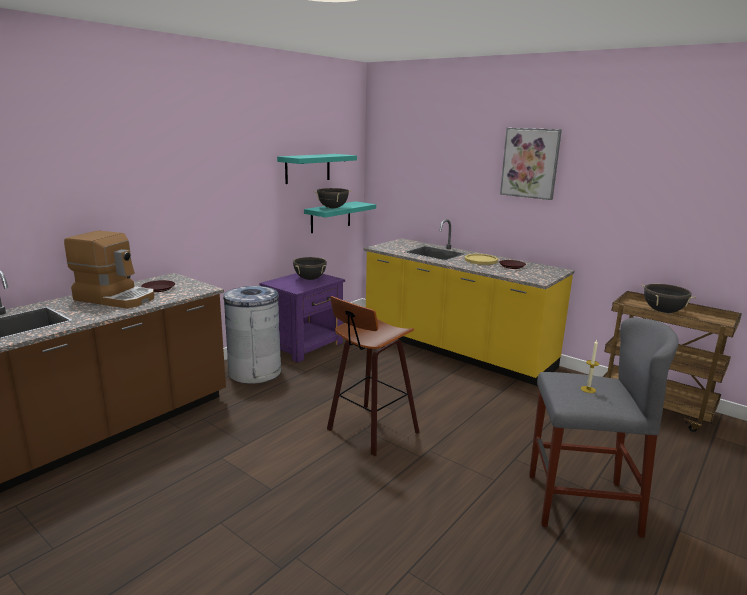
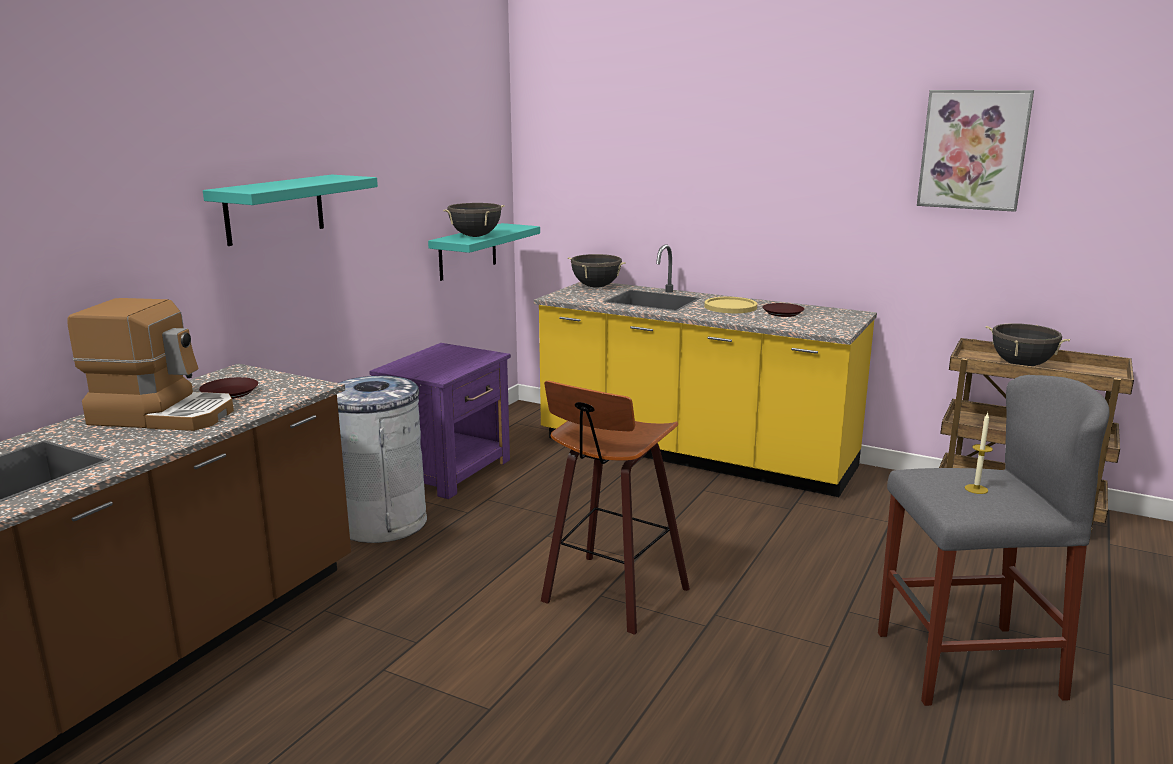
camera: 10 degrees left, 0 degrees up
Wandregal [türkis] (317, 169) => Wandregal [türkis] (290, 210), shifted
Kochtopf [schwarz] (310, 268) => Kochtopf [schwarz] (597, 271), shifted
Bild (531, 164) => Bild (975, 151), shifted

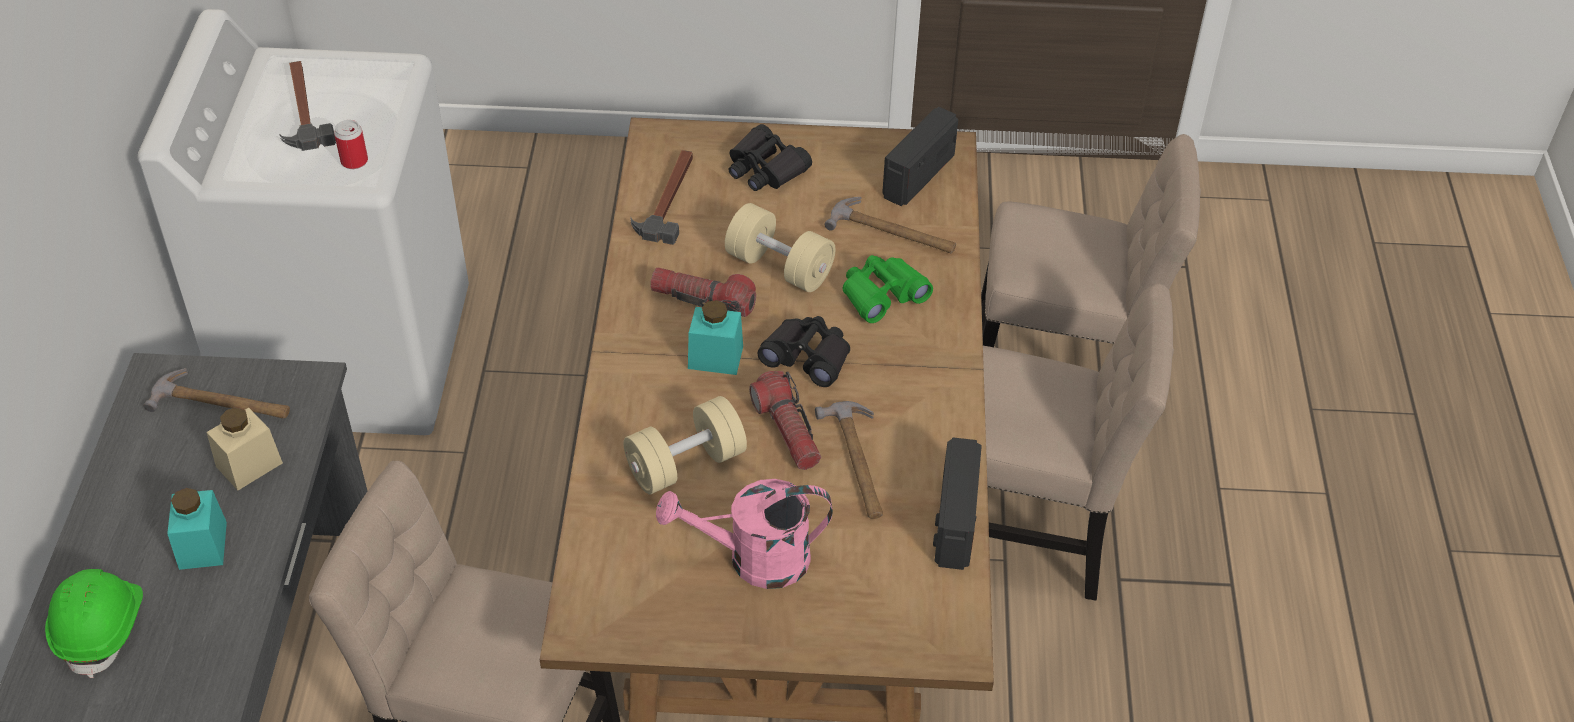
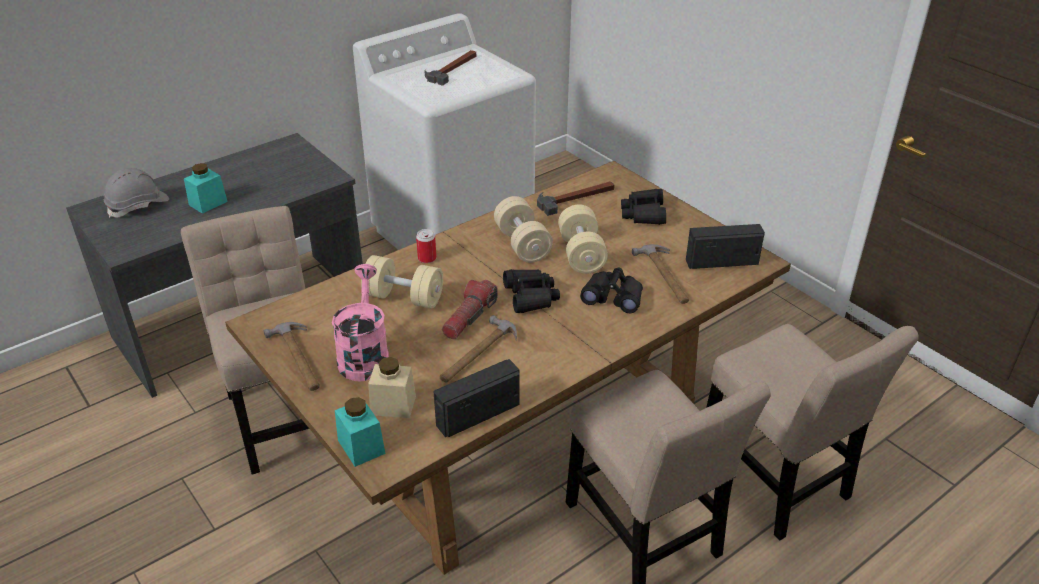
camera: 50 degrees right, 10 degrees down
Hammer (217, 393) => Hammer (292, 356), shifted
Vorratsglas [beige] (245, 448) => Vorratsglas [beige] (392, 387), shifted
Dose (351, 144) => Dose (426, 246), shifted
Vorratsglas [türkis] (715, 337) => Vorratsglas [türkis] (360, 432), shifted
Taschenlampe (703, 292) => Hantel [beige] (523, 229)
Schutzhelm [grün] (94, 623) => Schutzhelm [grau] (136, 193)
Fernglas [grün] (887, 289) => Fernglas [schwarz] (611, 290)
Gießkanne [rosa] (744, 534) => Gießkanne [rosa] (360, 322), 45 degrees clockwise

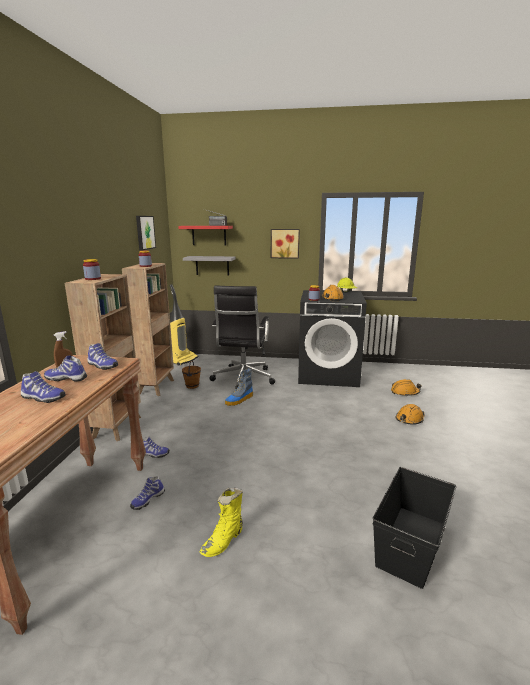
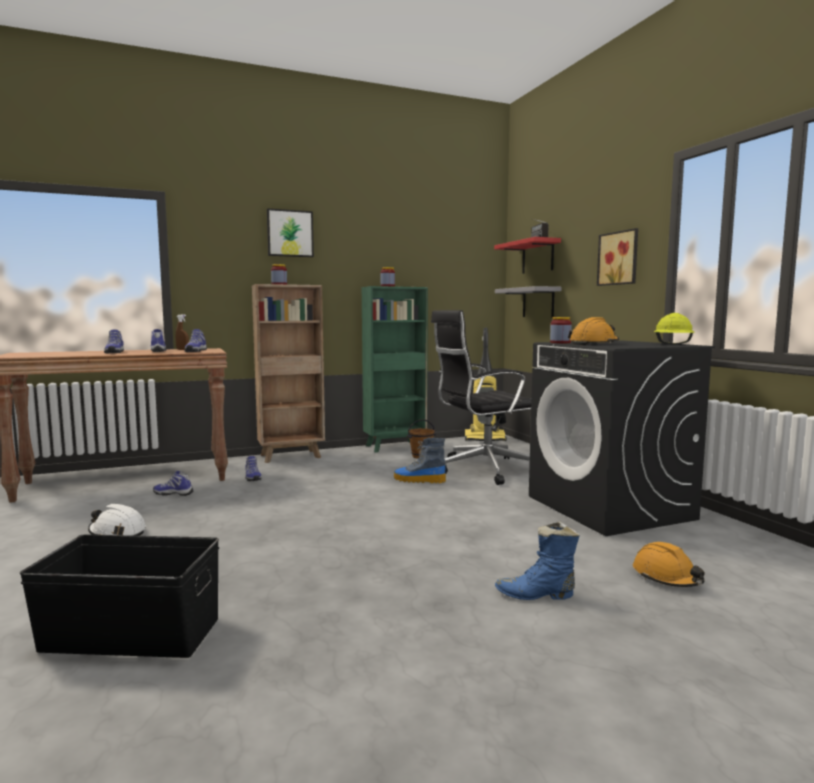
camera: 60 degrees right, 10 degrees down
Bild (146, 233) => Bild (290, 232), shifted
Stiefel [gelb] (221, 522) => Schutzhelm [weiß] (117, 520)
Schutzhelm [orange] (410, 414) => Stiefel [blau] (537, 560)
Bücherregal [braun] (148, 329) => Bücherregal [grün] (395, 369)

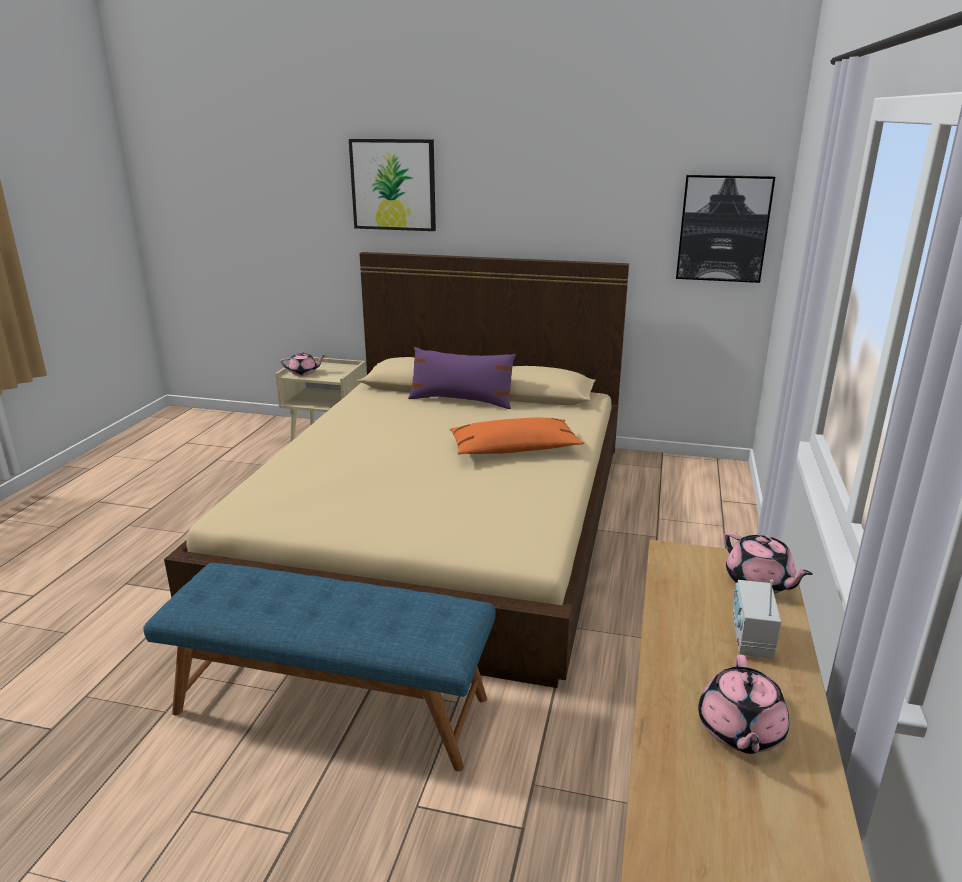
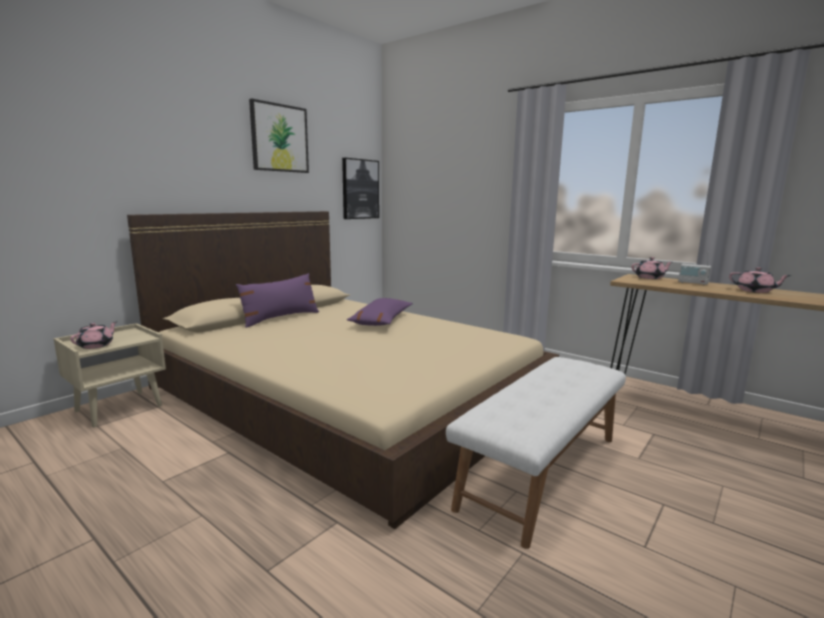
camera: 65 degrees left, 10 degrees down
Bild (392, 185) => Bild (279, 136), shifted
Bank [blau] (319, 667) => Bank [weiß] (536, 453)
Kissen [orange] (517, 436) => Kissen [lila] (380, 312)

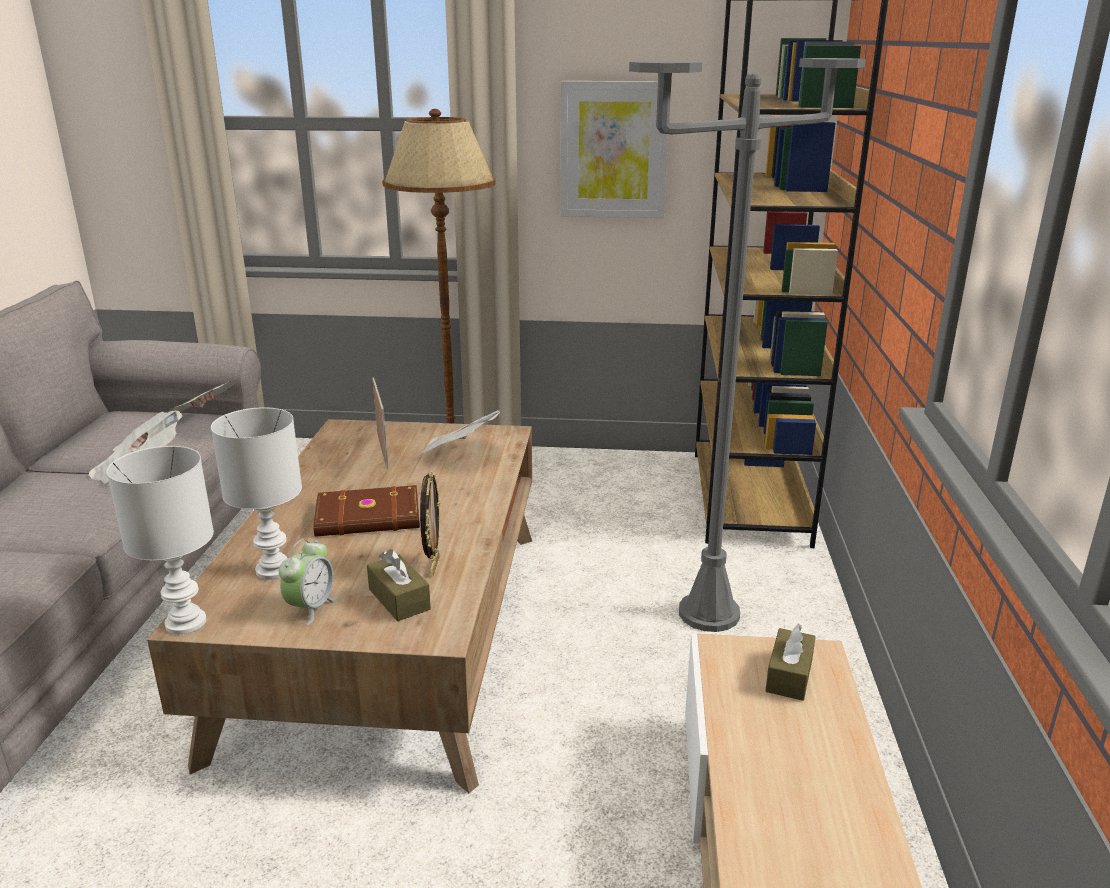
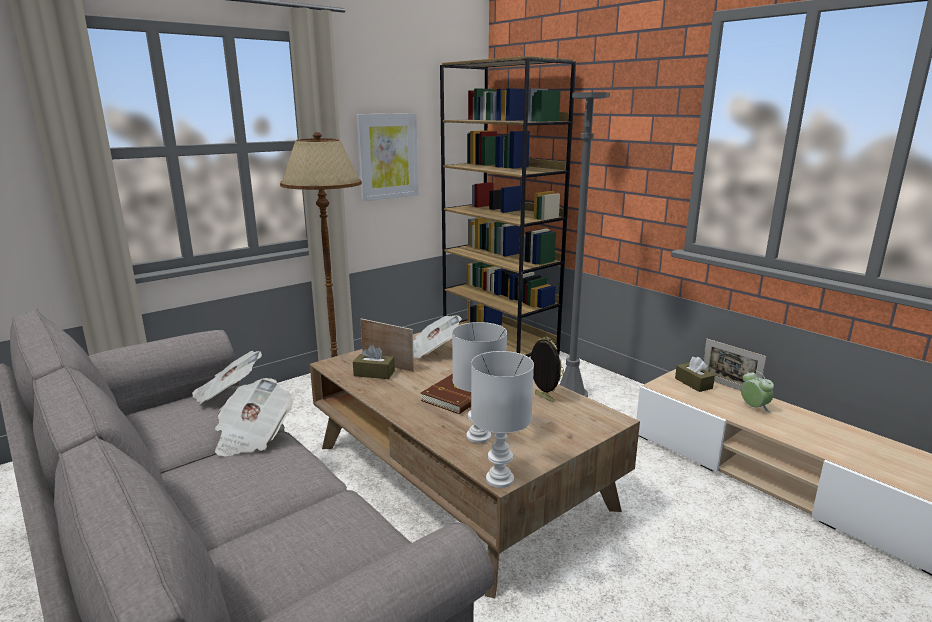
camera: 45 degrees left, 5 degrees down
nothing => Bilderrahmen (734, 365)
Wecker (308, 582) => Wecker (757, 392), shifted
Taschentuchbox [braun] (399, 585) => Taschentuchbox [braun] (374, 362), shifted

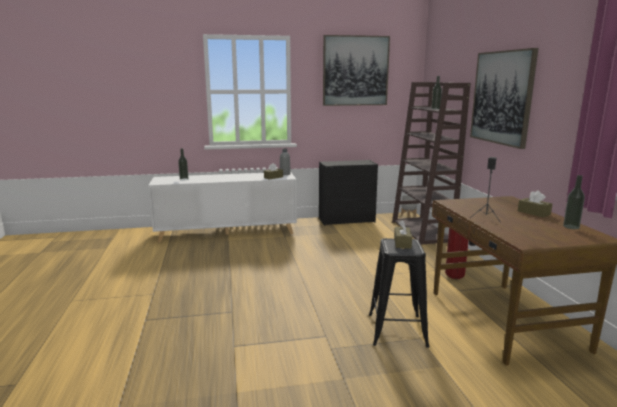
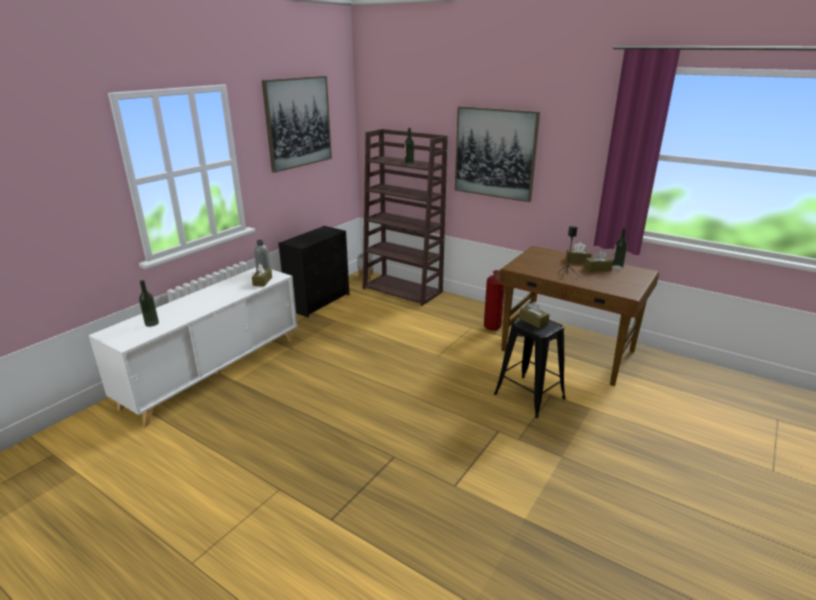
camera: 45 degrees left, 10 degrees up
nothing => Taschentuchbox [braun] (598, 261)

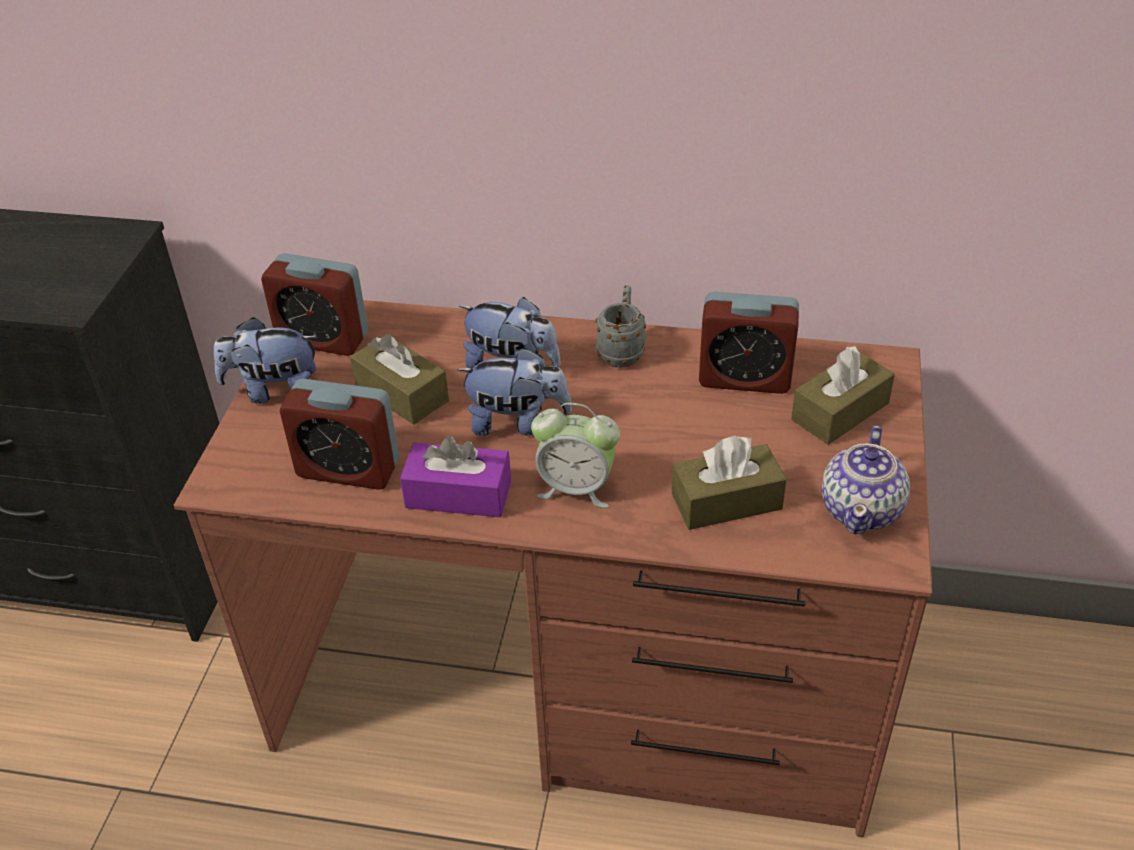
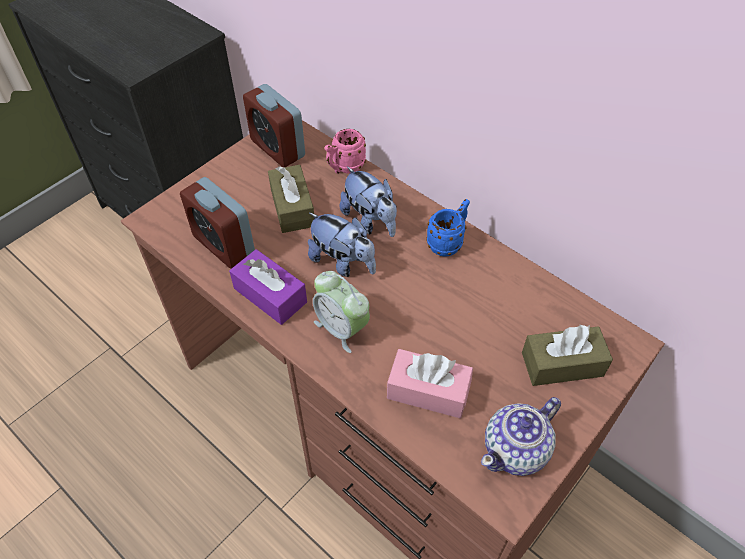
camera: 30 degrees right, 10 degrees up
Plüschtier (265, 360) => nothing
Wecker (749, 343) => nothing
nothing => Henkelbecher [rosa] (345, 151)
Henkelbecher [grau] (620, 326) => Henkelbecher [blau] (448, 227)
Taschentuchbox [braun] (729, 483) => Taschentuchbox [rosa] (430, 383)

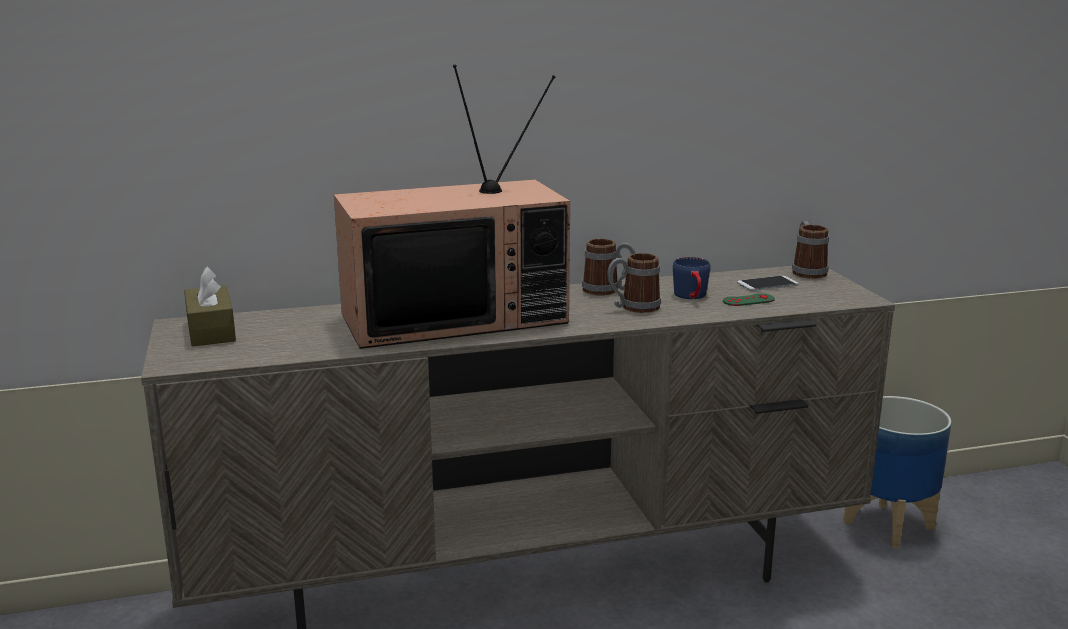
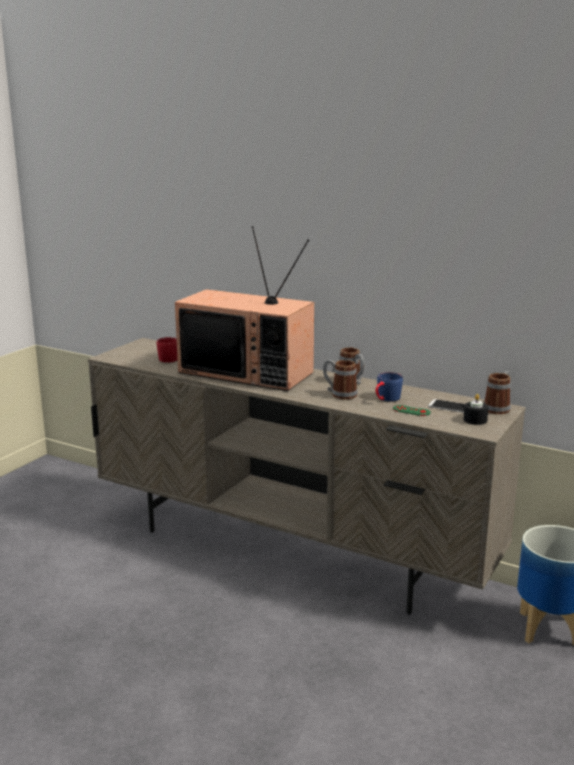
camera: 45 degrees right, 0 degrees up
Taschentuchbox [braun] (210, 306) => nothing
nothing => Henkelbecher [rot] (167, 350)
nothing => Kerze [schwarz] (476, 409)

